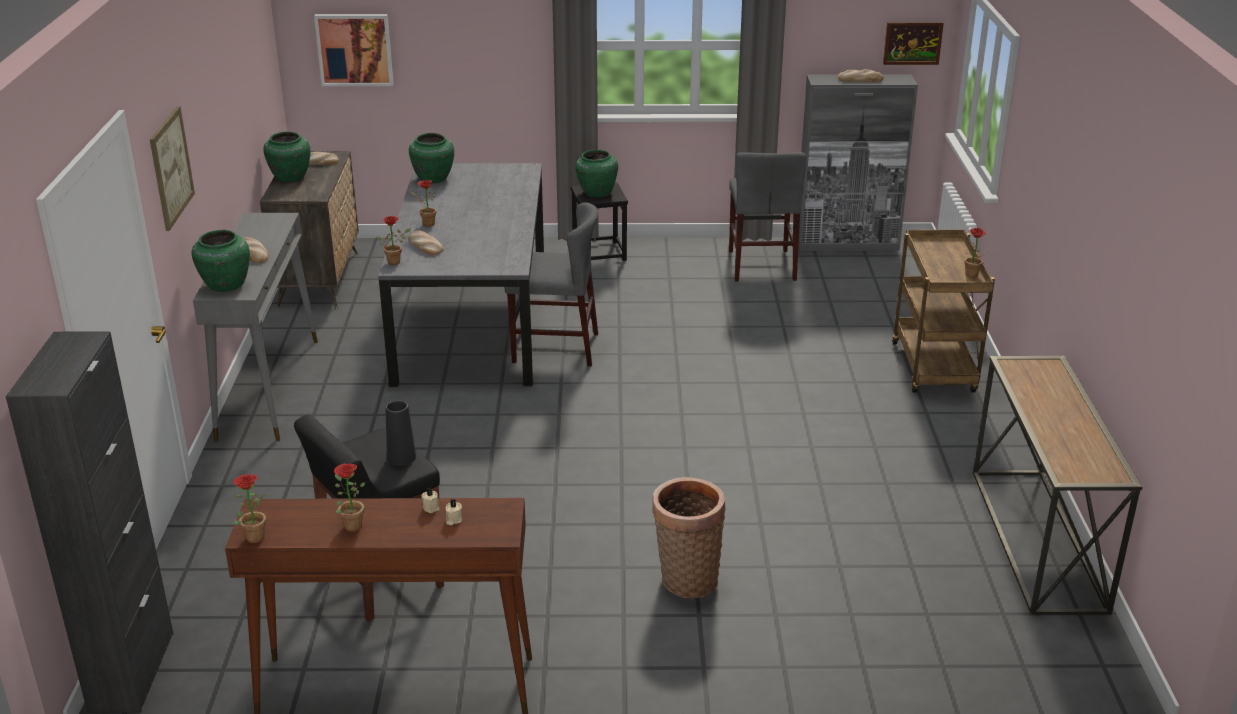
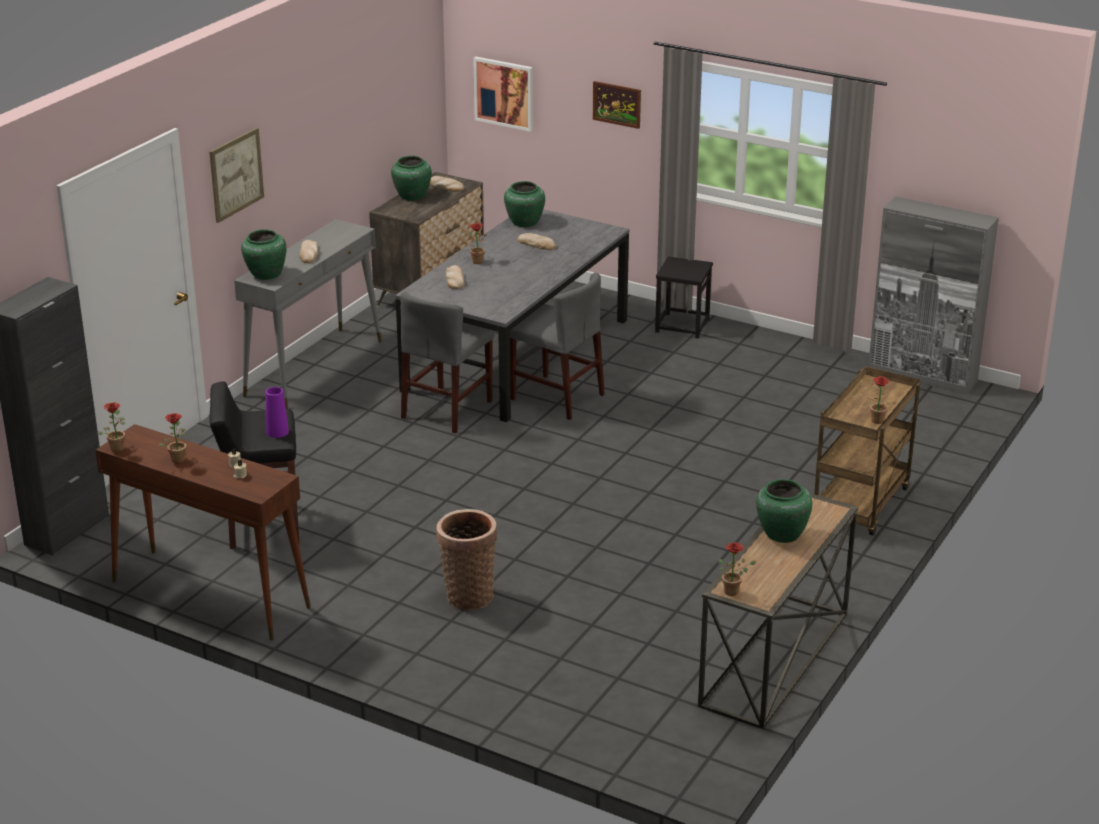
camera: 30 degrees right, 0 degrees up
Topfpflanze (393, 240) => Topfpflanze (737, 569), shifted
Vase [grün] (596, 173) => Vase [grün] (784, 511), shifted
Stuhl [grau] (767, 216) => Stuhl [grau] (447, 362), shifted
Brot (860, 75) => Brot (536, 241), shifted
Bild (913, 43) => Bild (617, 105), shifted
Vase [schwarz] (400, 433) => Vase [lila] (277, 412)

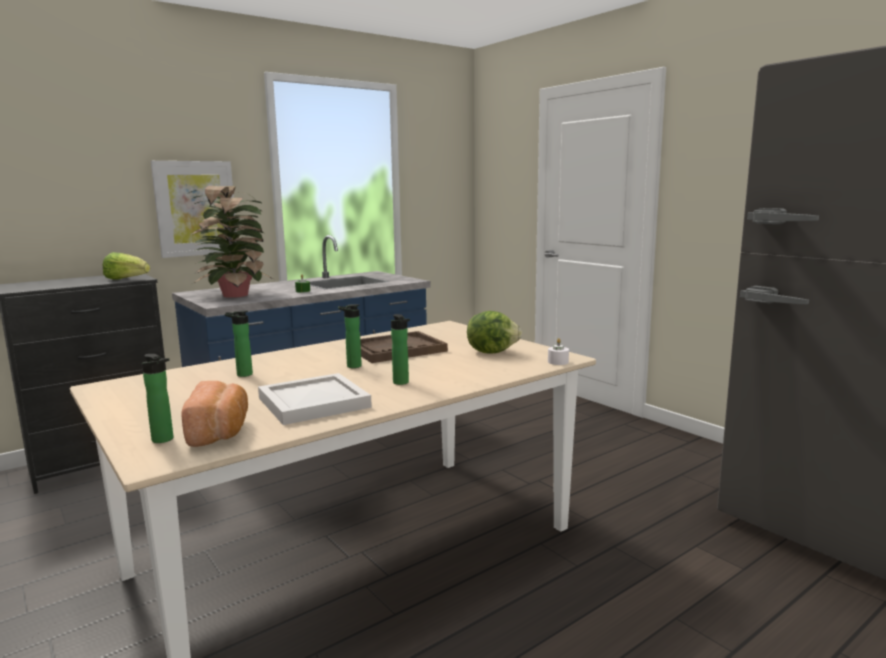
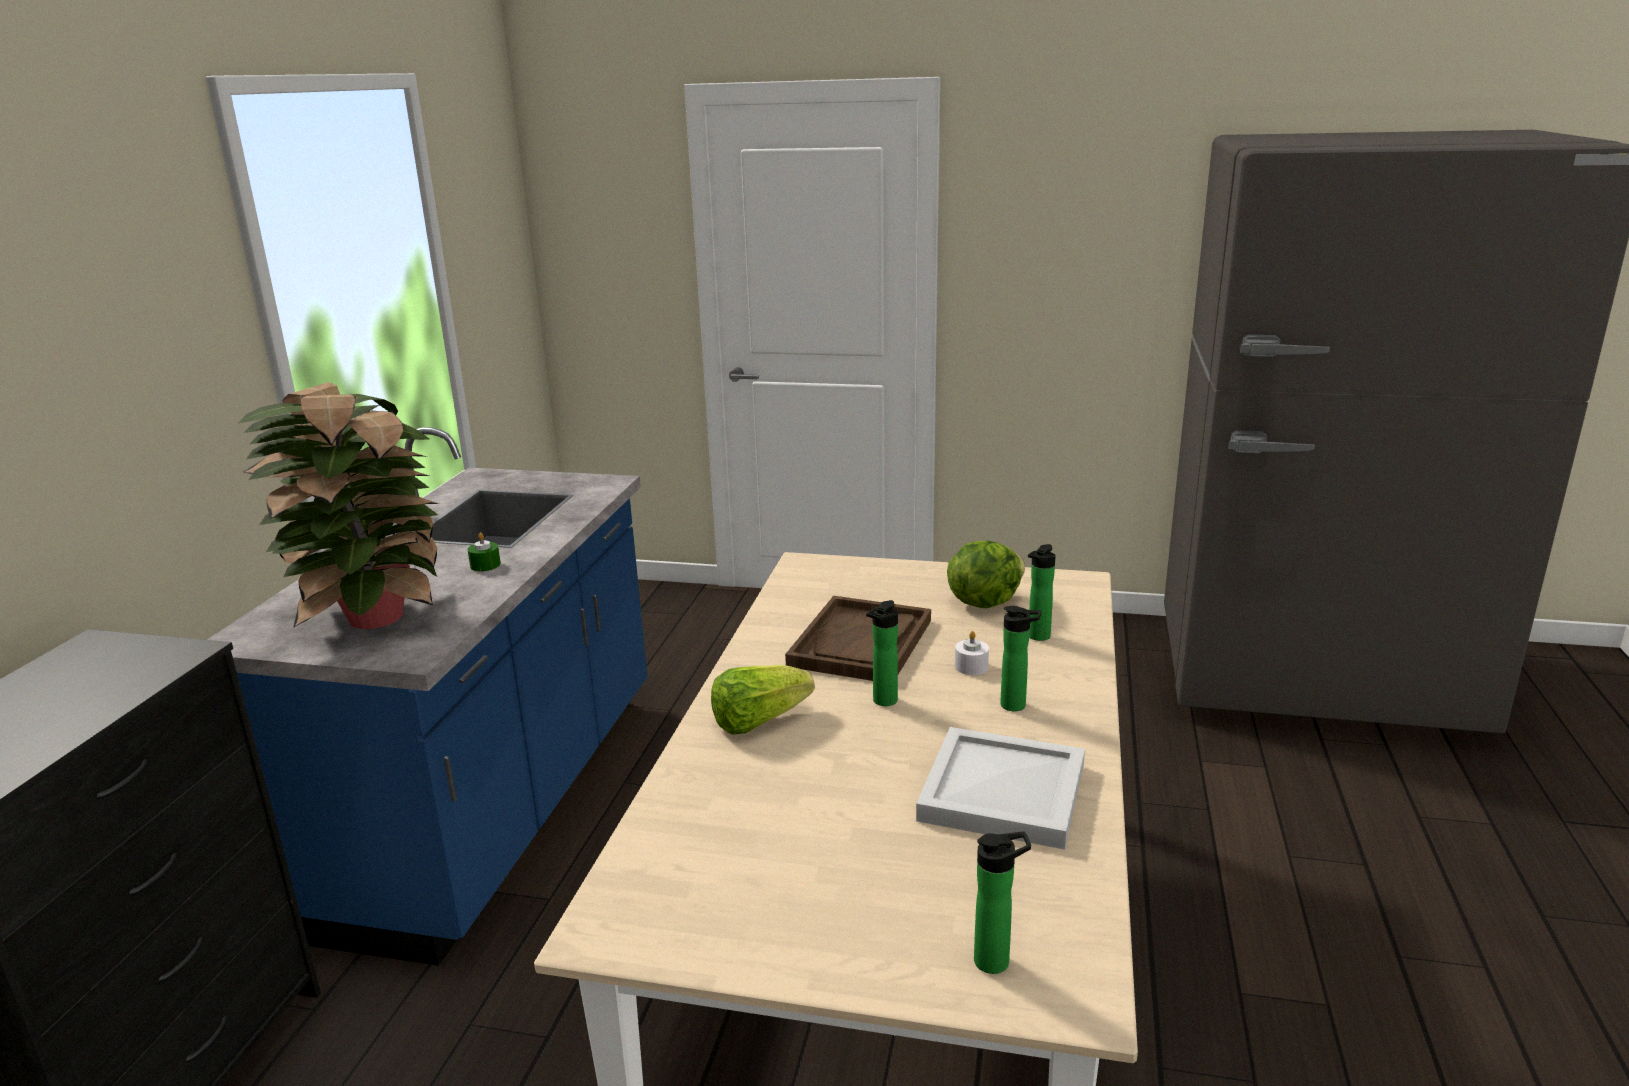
camera: 40 degrees left, 10 degrees up
Bild (193, 209) => nothing
Brot (215, 414) => nothing
Salatkopf (126, 266) => Salatkopf (763, 700), shifted
Flasche (239, 343) => Flasche (1042, 592), shifted
Kerze [weiß] (558, 351) => Kerze [weiß] (972, 653), shifted

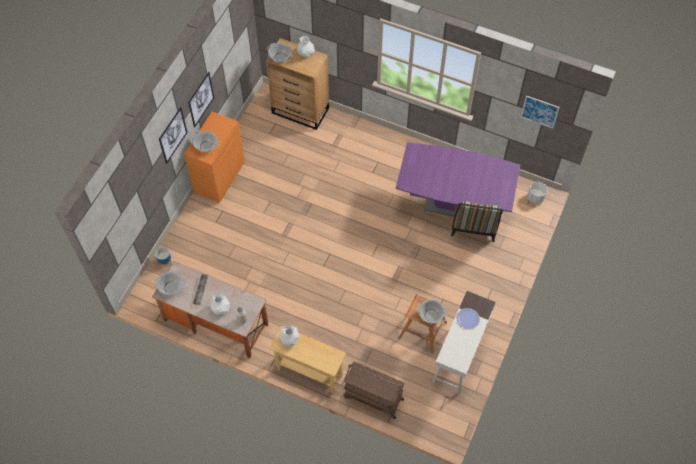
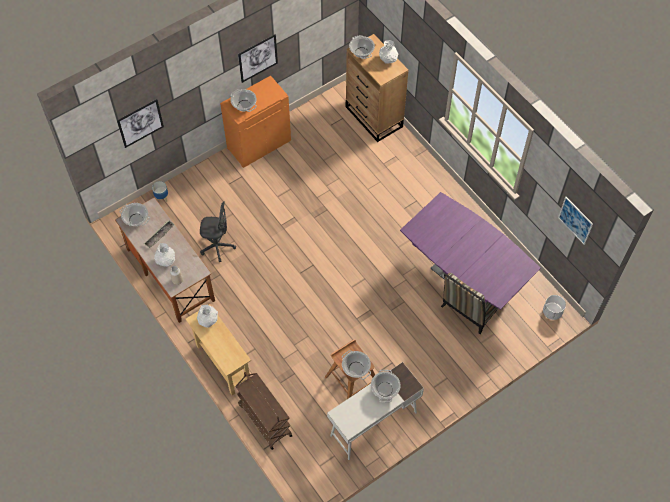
camera: 30 degrees right, 0 degrees up
nothing => Bürostuhl [grau] (218, 231)
Bild (173, 135) => Bild (140, 123), shifted
Teller (468, 318) => Kochtopf (386, 386)

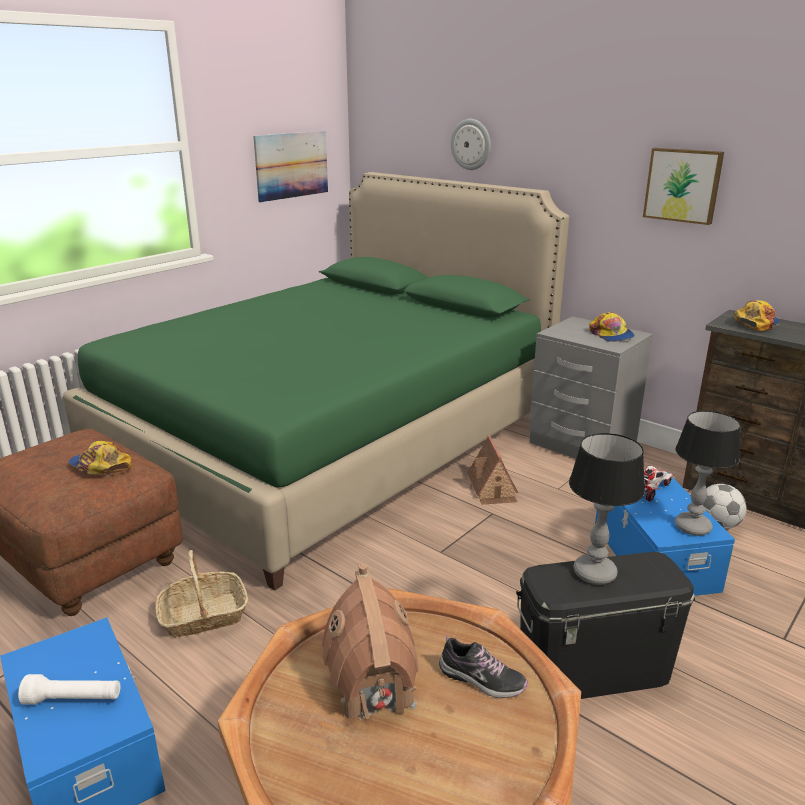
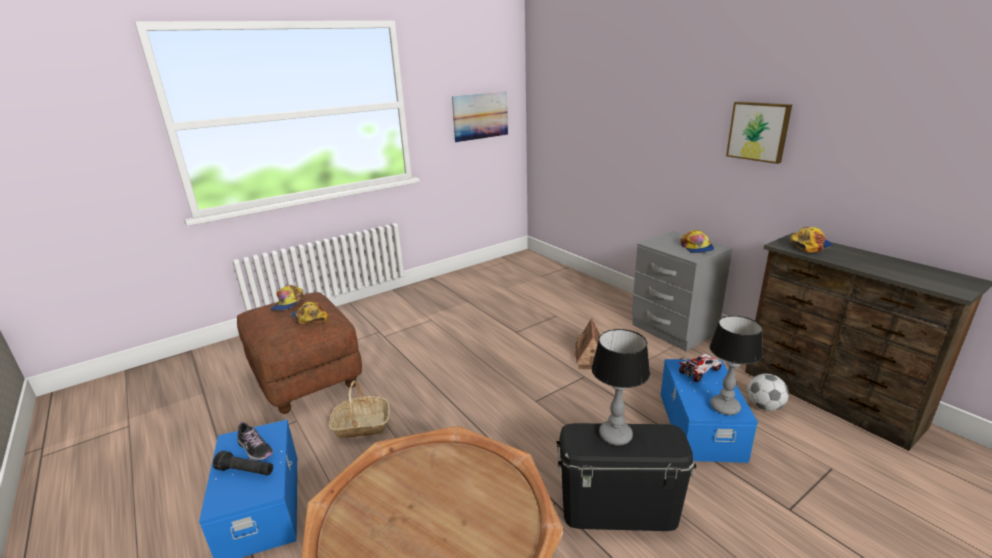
camera: 15 degrees right, 0 degrees up
Bett [grün] (316, 381) => nothing
Spielzeughaus (370, 643) => nothing
Wanduhr (471, 144) => nothing
nothing => Kappe (287, 298)
Schuh (483, 666) => Schuh (255, 440), shifted
Taschenlampe [weiß] (69, 689) => Taschenlampe [schwarz] (243, 463)

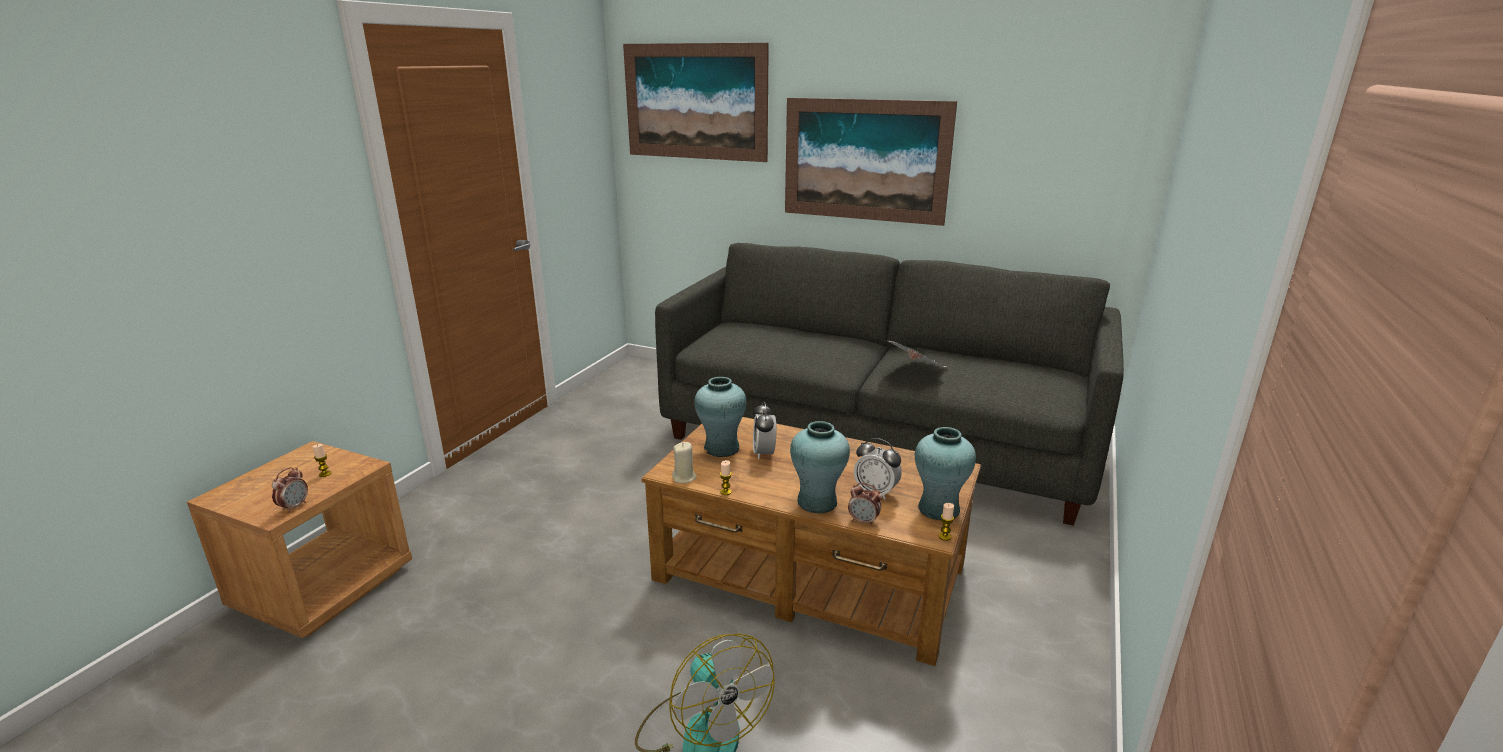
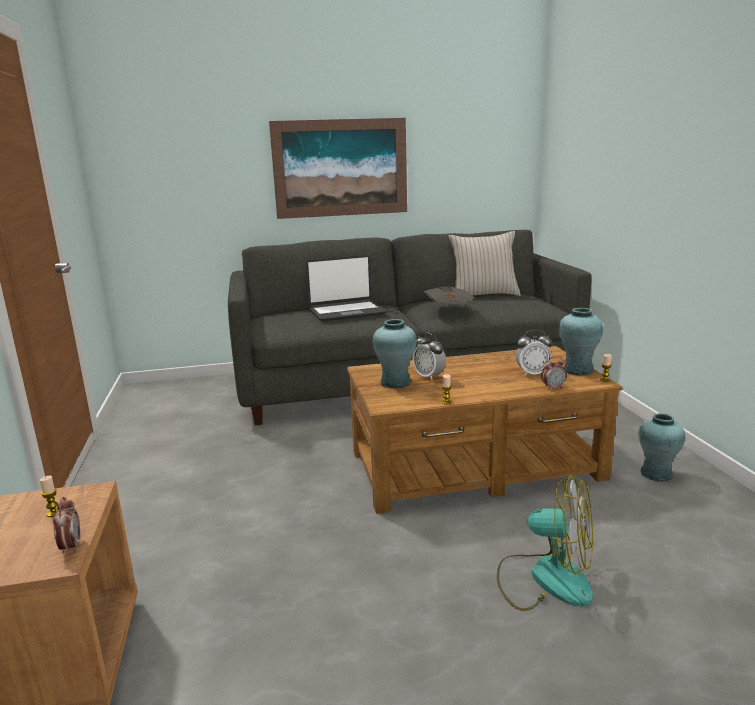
camera: 35 degrees left, 5 degrees down
Bild (696, 102) => nothing
Kerze [beige] (684, 462) => nothing
nothing => Laptop (346, 288)
nothing => Kissen [beige] (485, 263)
Vase [türkis] (820, 467) => Vase [türkis] (661, 447), shifted

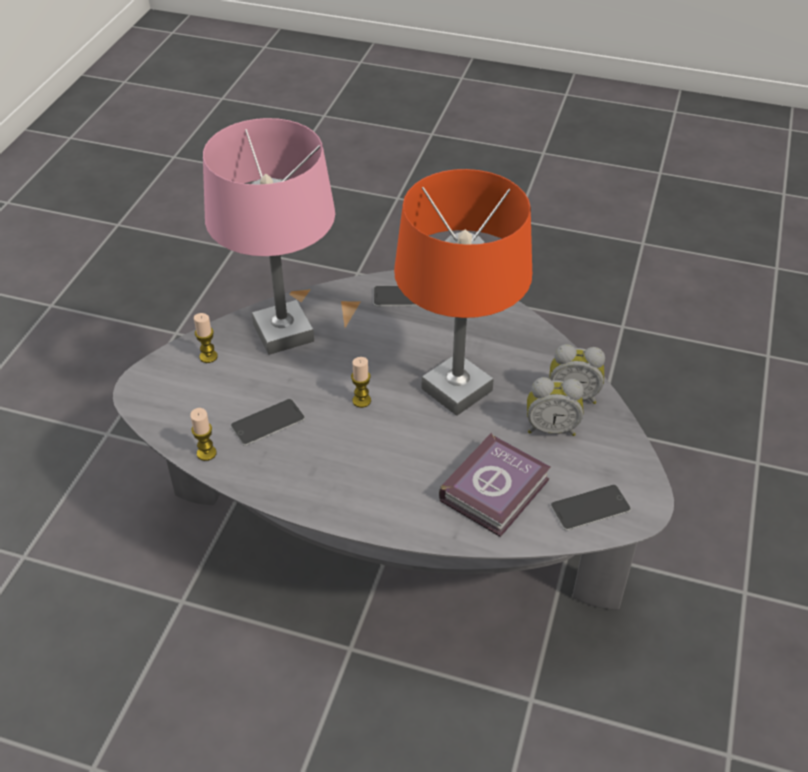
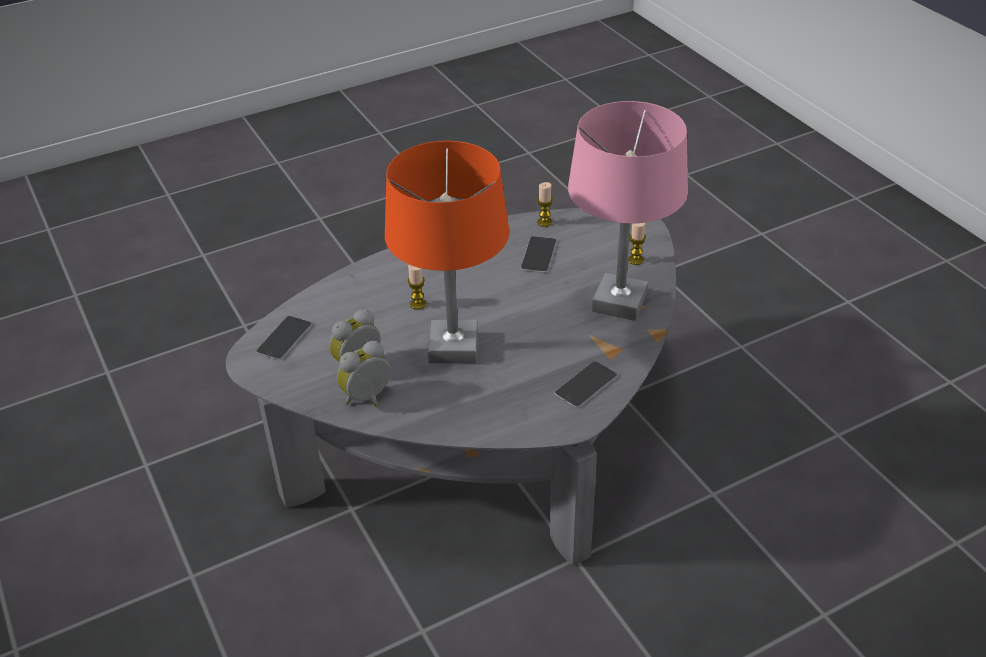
camera: 135 degrees right, 5 degrees down
Buch (495, 484) => nothing
Kerze (361, 382) => Kerze (417, 287), shifted

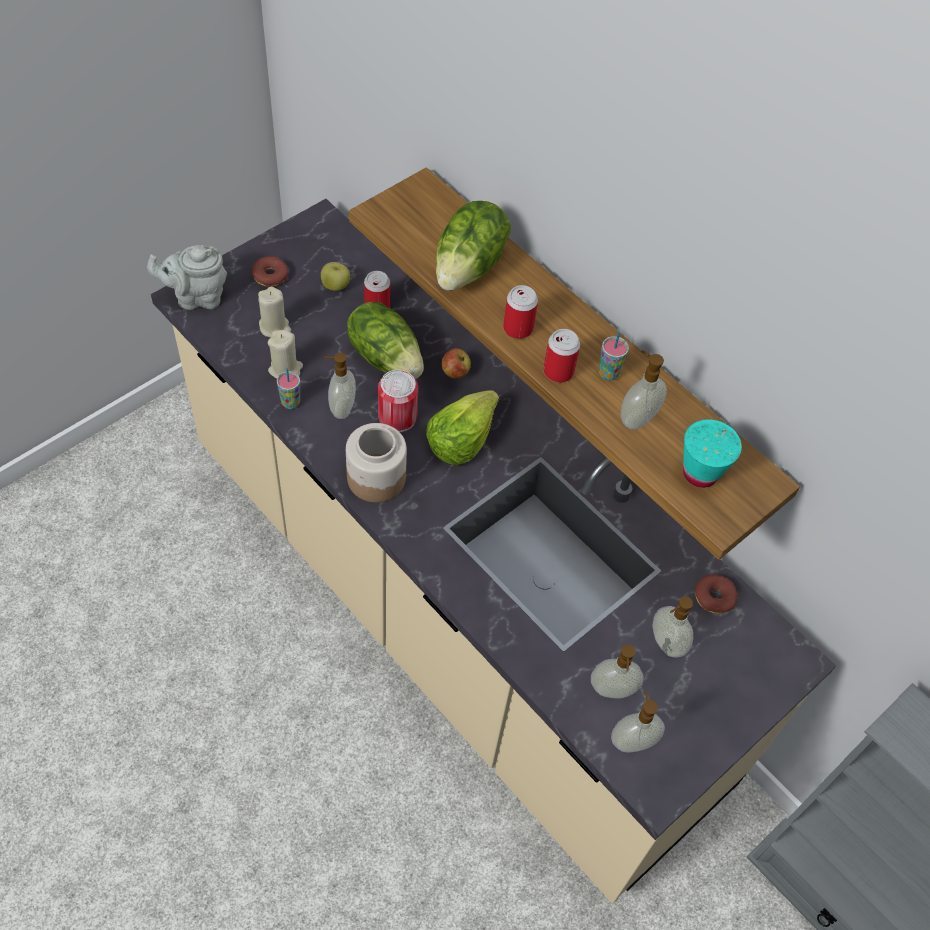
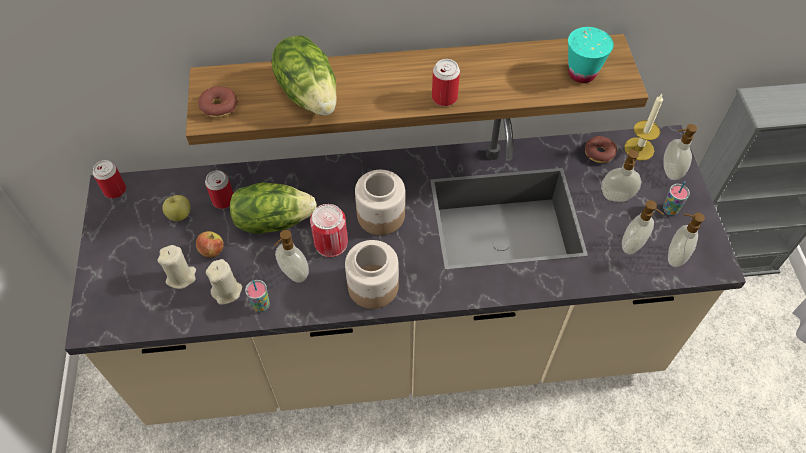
camera: 50 degrees left, 0 degrees up
Teekanne [grau] (187, 277) => nothing
nothing => Kerze (643, 127)
Donut (269, 271) => Donut (218, 102), shifted
Apfel (456, 363) => Apfel (210, 244), shifted
Dose (520, 312) => Dose (109, 179), shifted
Tasse (613, 356) => Tasse (676, 198), shifted
Seifenspender (644, 390) => Seifenspender (680, 152), shifted
Salatkopf (462, 428) => Vorratsglas (380, 202)

